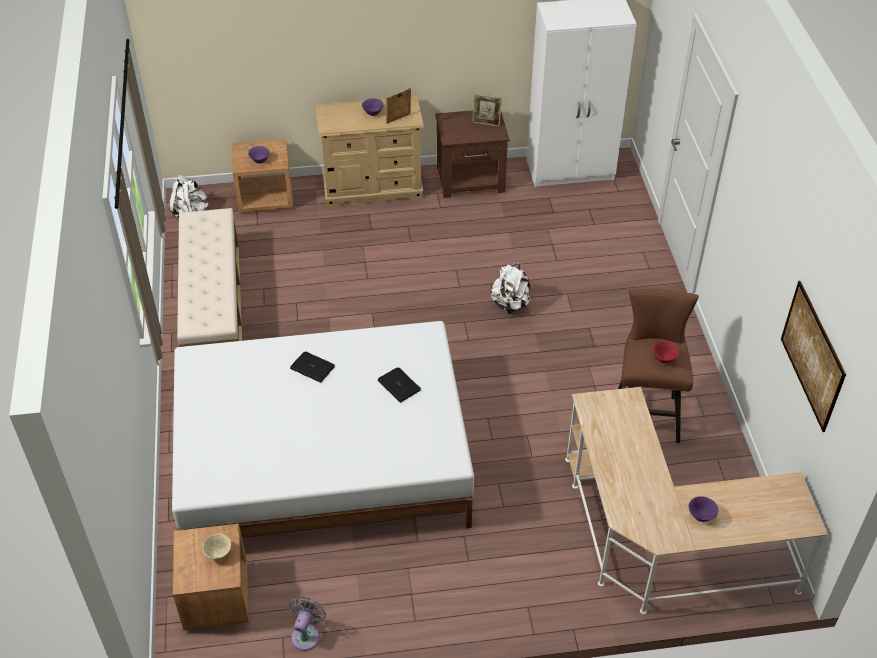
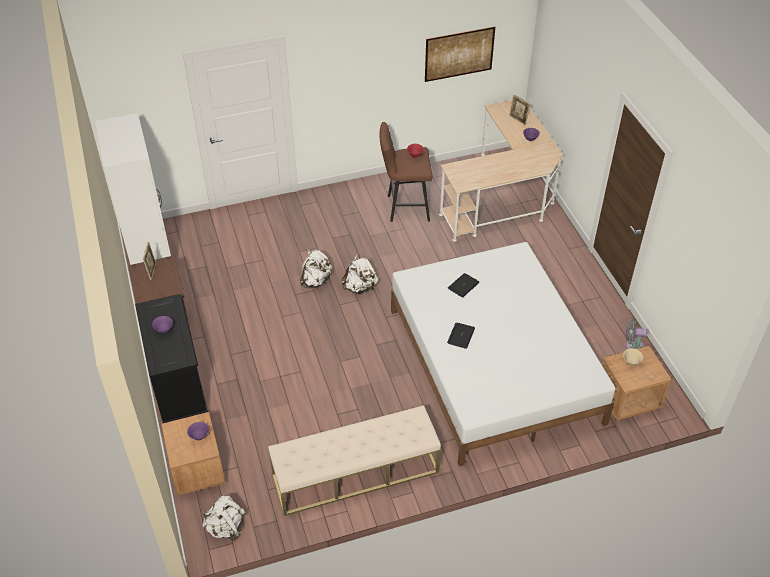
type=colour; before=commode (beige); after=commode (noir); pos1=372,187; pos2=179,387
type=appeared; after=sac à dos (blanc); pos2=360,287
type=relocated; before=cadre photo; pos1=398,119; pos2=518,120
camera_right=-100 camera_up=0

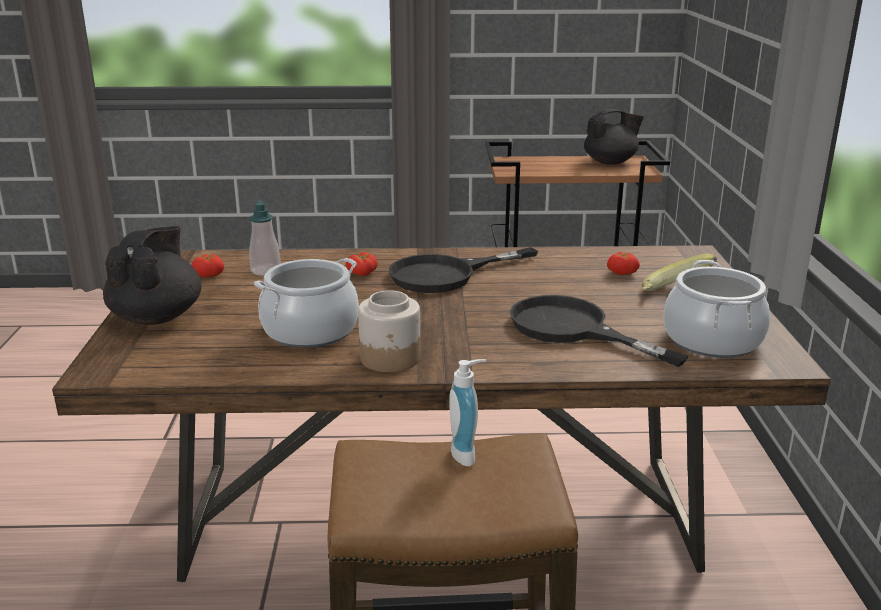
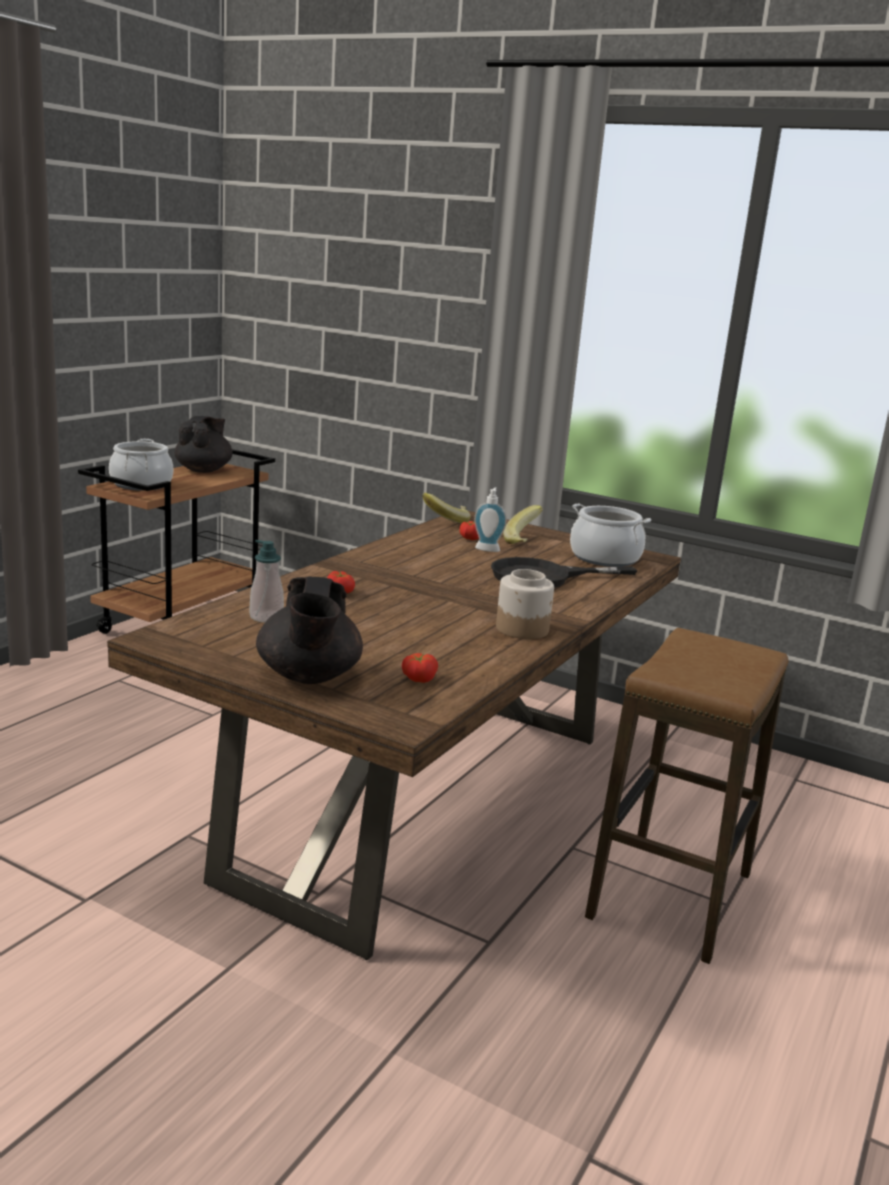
type=relocated; before=marmite; pos1=310,330; pos2=141,484
type=spun; before=théière (noir); pos1=157,317; pos2=308,677; turn=-135
type=relocated; before=tomate; pos1=209,274; pos2=418,679
type=appeared; after=banane; pos2=446,520
type=relocated; before=distributeur de savon; pos1=467,454; pos2=488,548
type=missing; before=poêle (noir); pos1=446,274
camera_right=-60 camera_up=-5

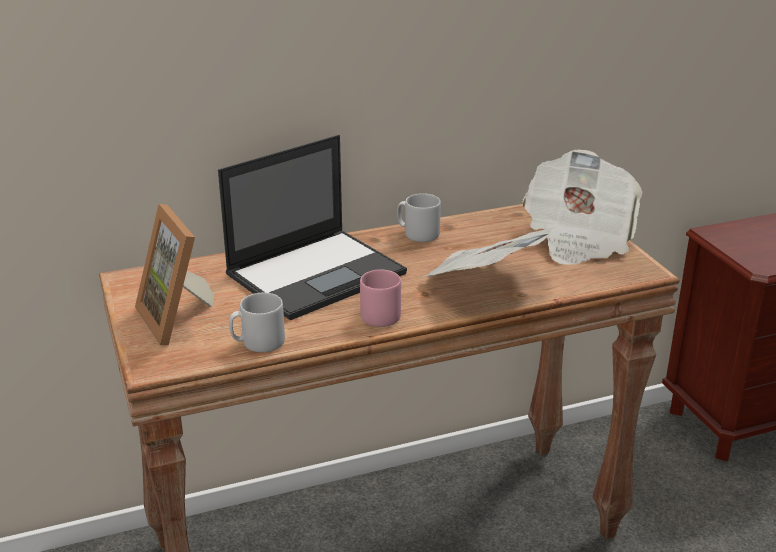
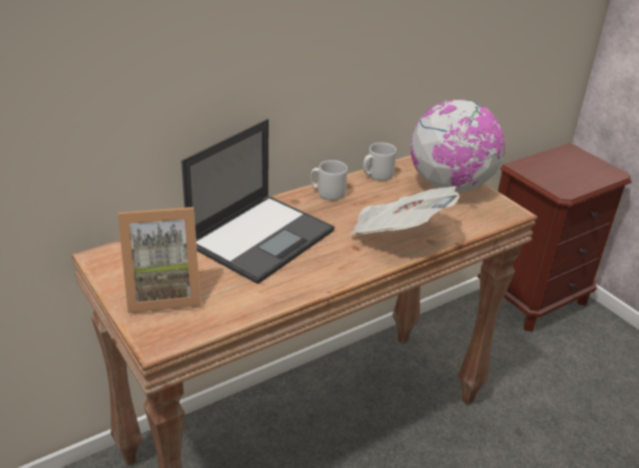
type=spun; before=cadre photo; pos1=180,318; pos2=163,292; turn=-60
type=relocated; before=mug (gris); pos1=258,342; pos2=377,175
type=exchanged; before=journal; after=globe; pos1=578,237; pos2=450,186
type=missing; before=mug (rose); pos1=379,314
camera_right=-15 camera_up=5

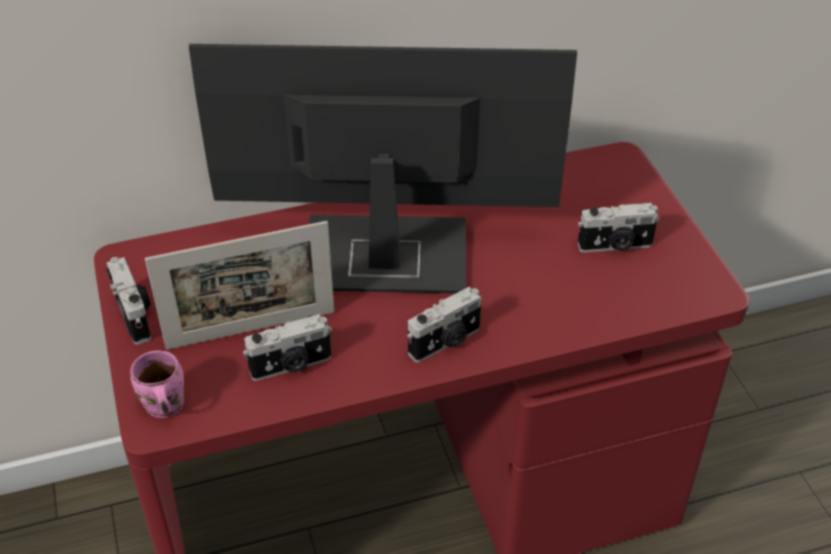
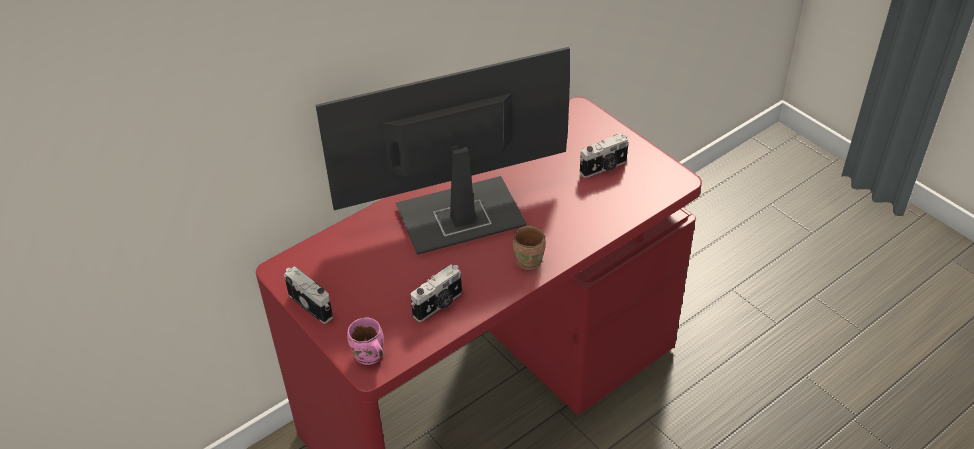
type=exchanged; before=appareil photo; after=mug (marron); pos1=446,342; pos2=530,260
type=missing; before=cadre photo; pos1=251,330
camera_right=-20 camera_up=0

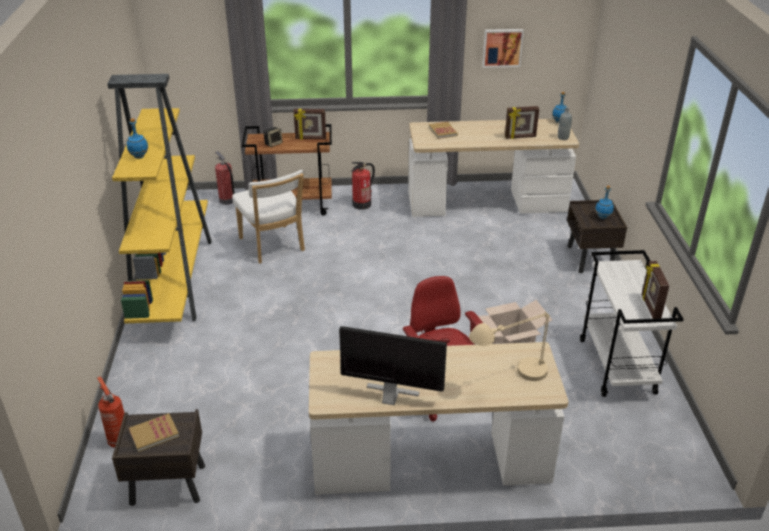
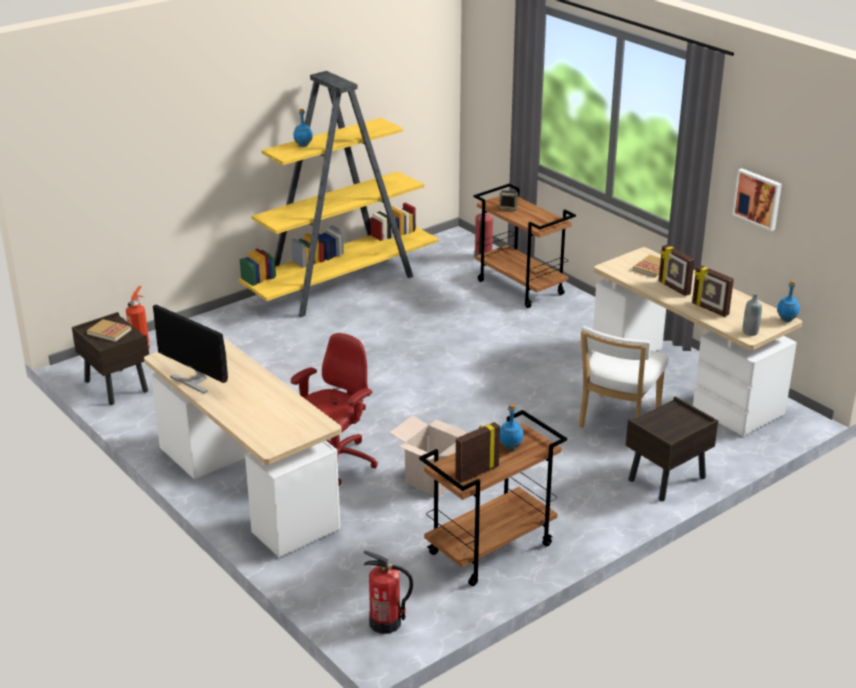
type=spun; before=écran d'ordinateur; pos1=391,396; pos2=194,380; turn=150
type=relocated; before=extincteur; pos1=362,204; pos2=386,623
type=colour; before=chariot (blanc); after=chariot (marron); pos1=617,367; pos2=490,550
type=relocated; before=bouteille (bleu); pos1=603,217; pos2=510,447
type=relocated; before=chaise (blanc); pos1=273,246; pos2=617,421
type=relocated; before=cadre photo; pos1=310,138; pos2=673,288
type=missing; before=lampe de table (beige); pos1=509,379
camera_right=55 camera_up=-5

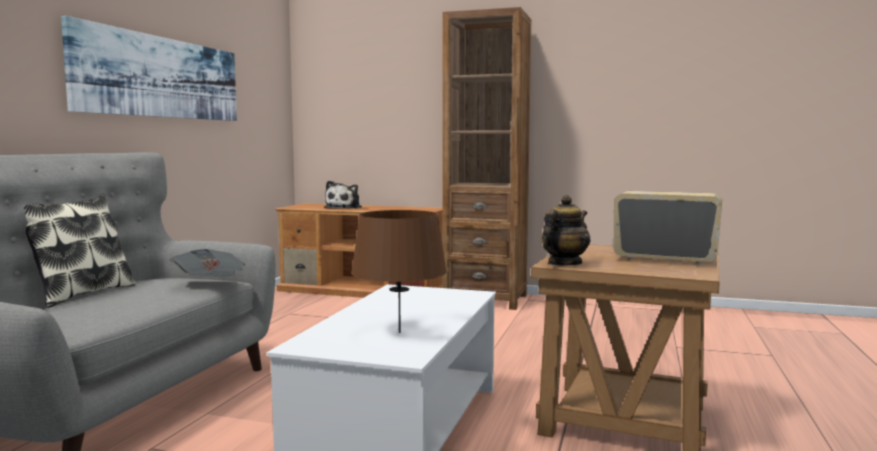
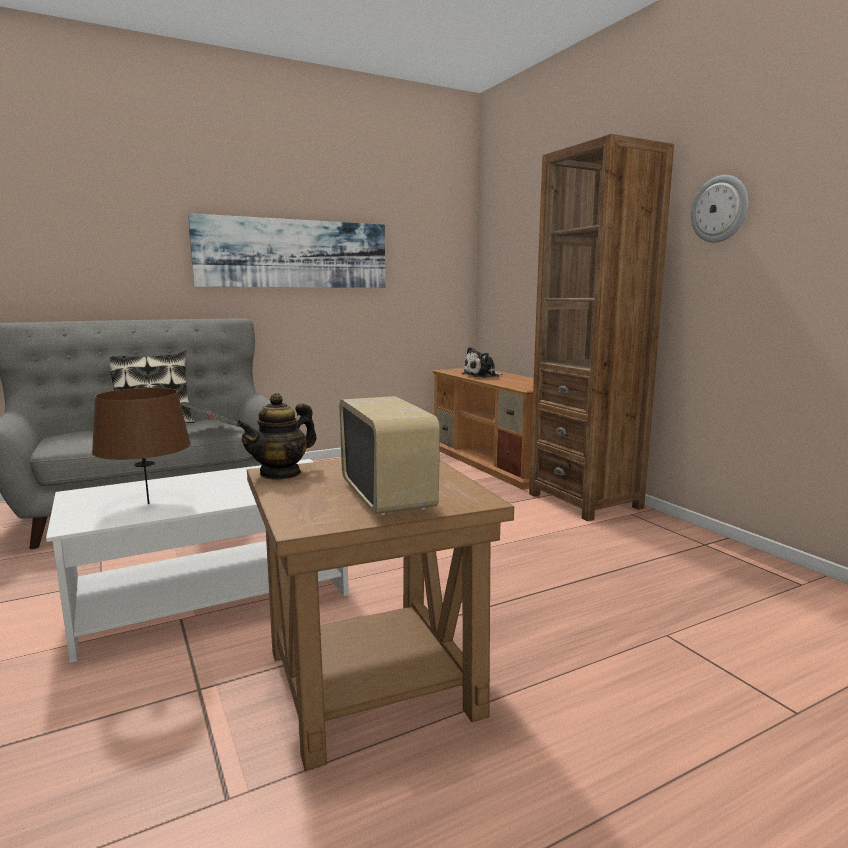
type=spun; before=théière; pos1=564,264; pos2=281,473; turn=135
type=appeared; after=horloge murale; pos2=719,209
camera_right=45 camera_up=5

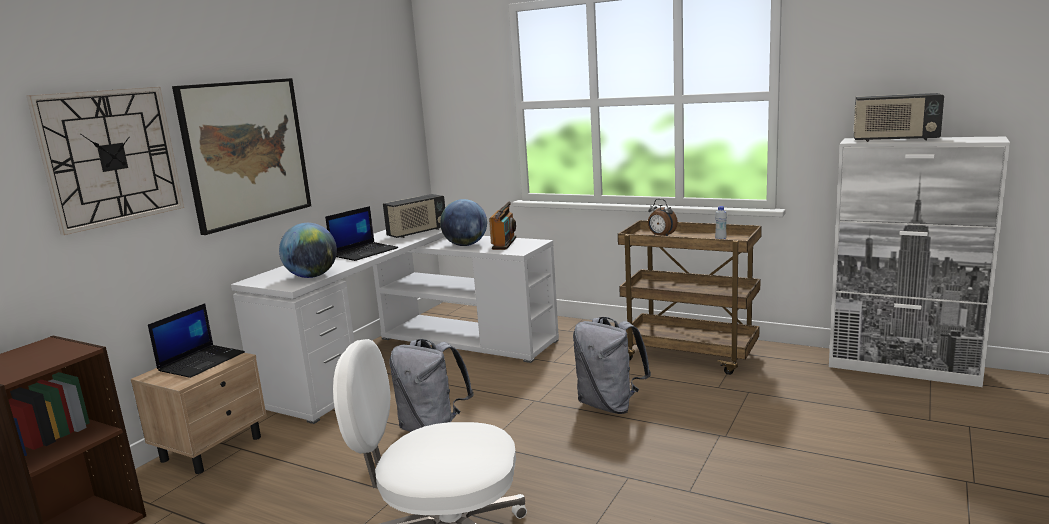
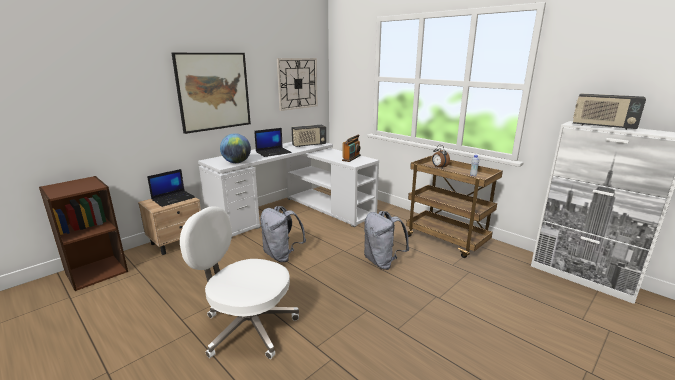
type=relocated; before=horloge murale; pos1=111,157; pos2=297,83
type=missing; before=globe; pos1=465,245
camera_right=15 camera_up=5

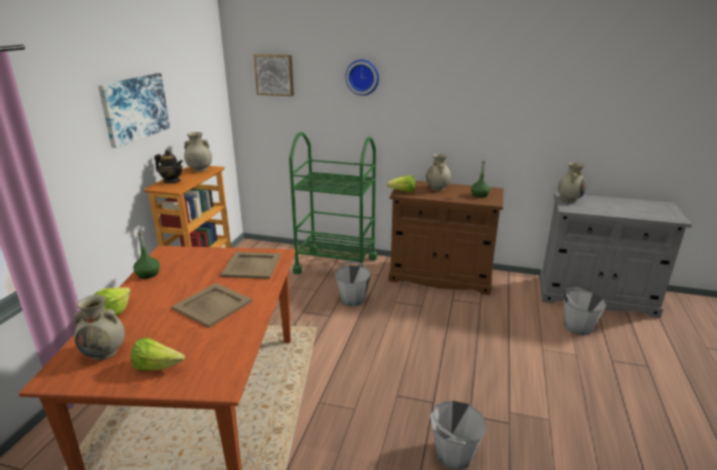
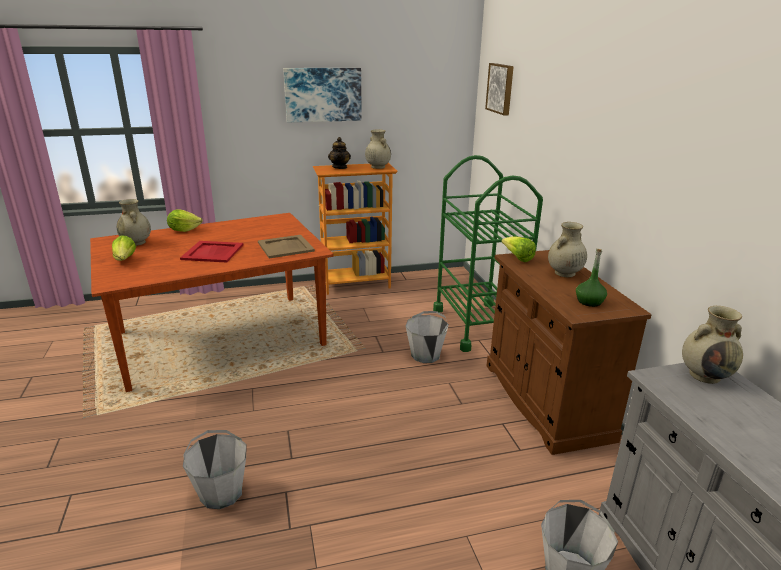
type=colour; before=plateau (beige); after=plateau (rouge); pos1=212,305; pos2=212,252
type=missing; before=bouteille (vert); pos1=148,274
type=missing; before=horloge murale; pos1=362,77
camera_right=60 camera_up=0

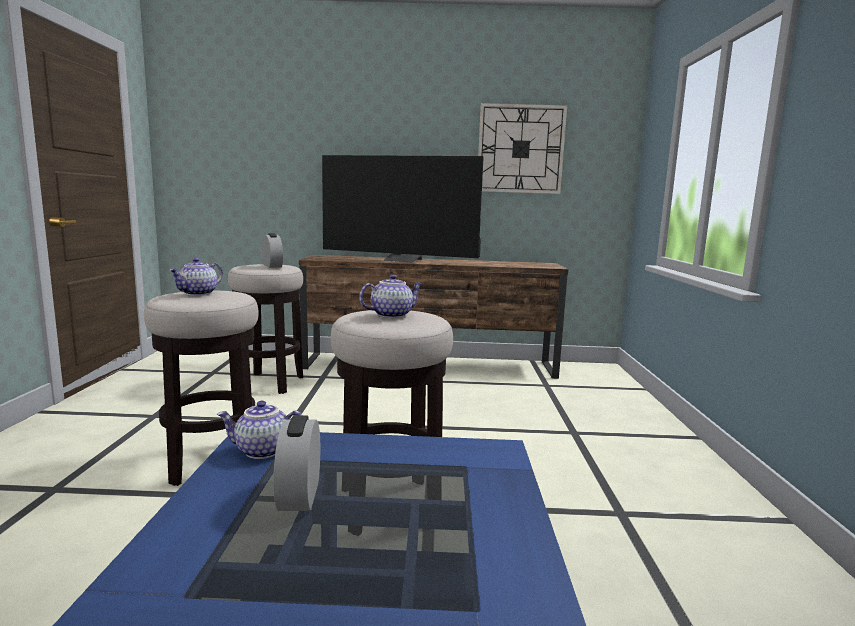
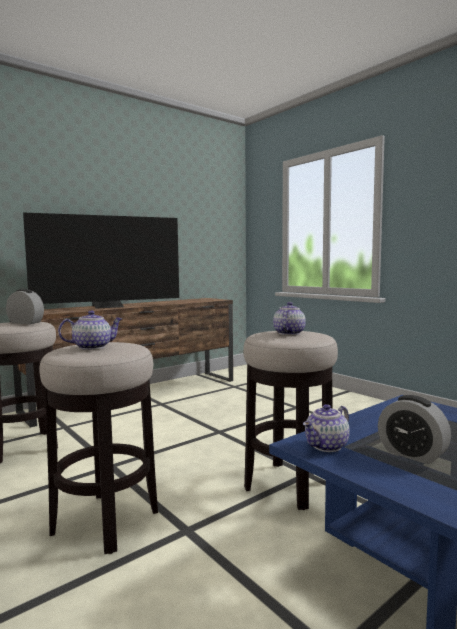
type=spun; before=théière; pos1=198,293; pos2=92,347; turn=-105
type=missing; before=horloge murale; pos1=520,149
camera_right=-40 camera_up=-5

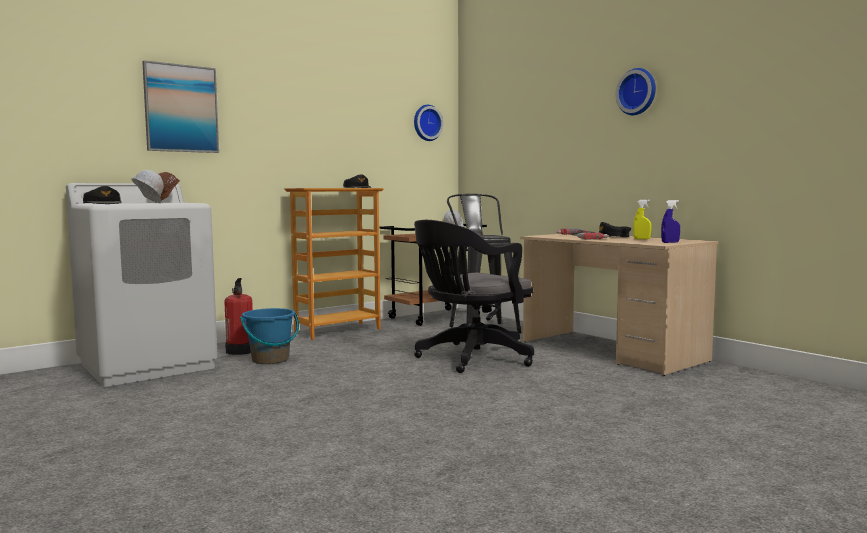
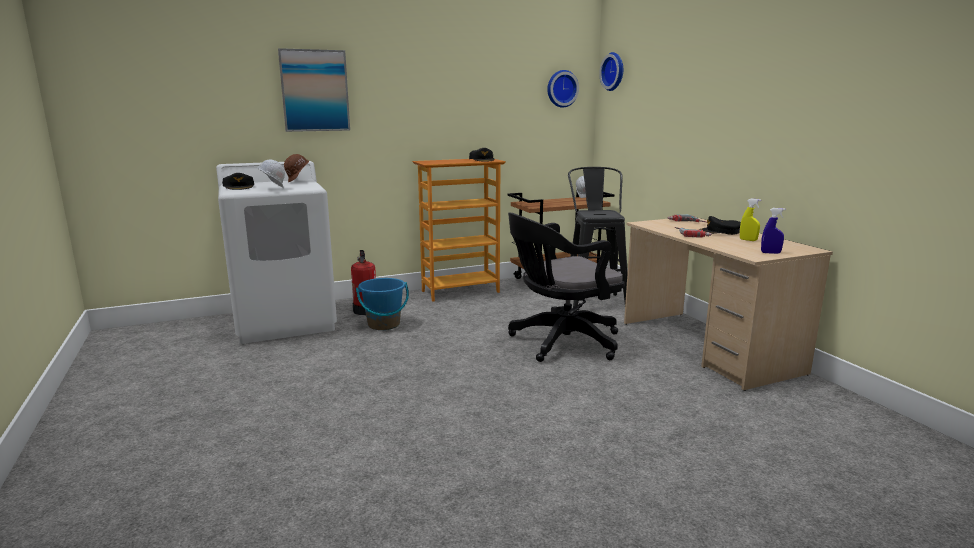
type=relocated; before=horloge murale; pos1=637,92; pos2=614,71
camera_right=15 camera_up=10

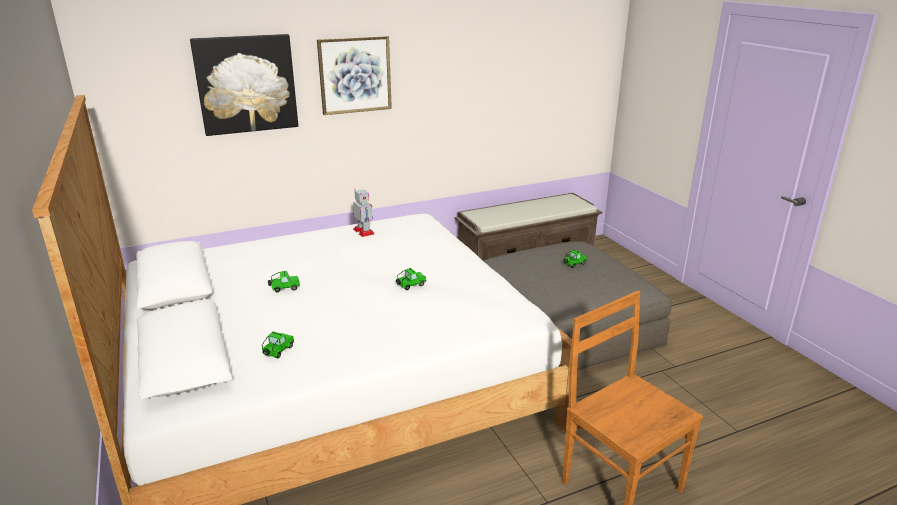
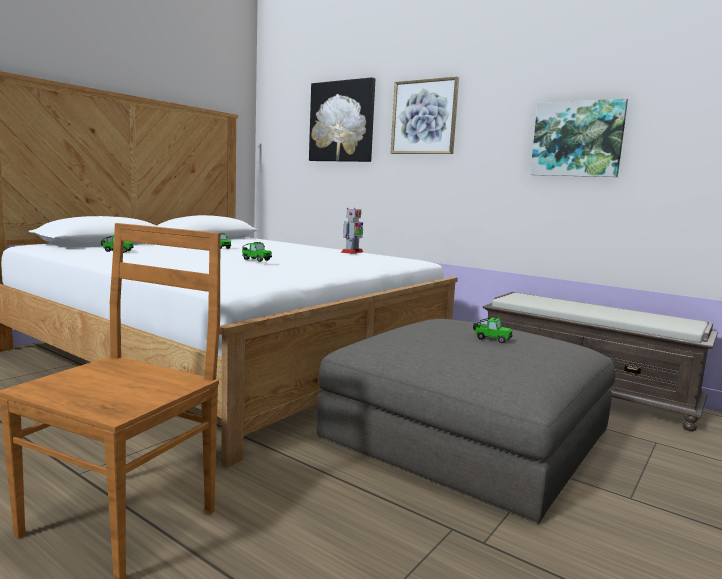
type=appeared; after=tableau; pos2=577,139
camera_right=60 camera_up=-15

